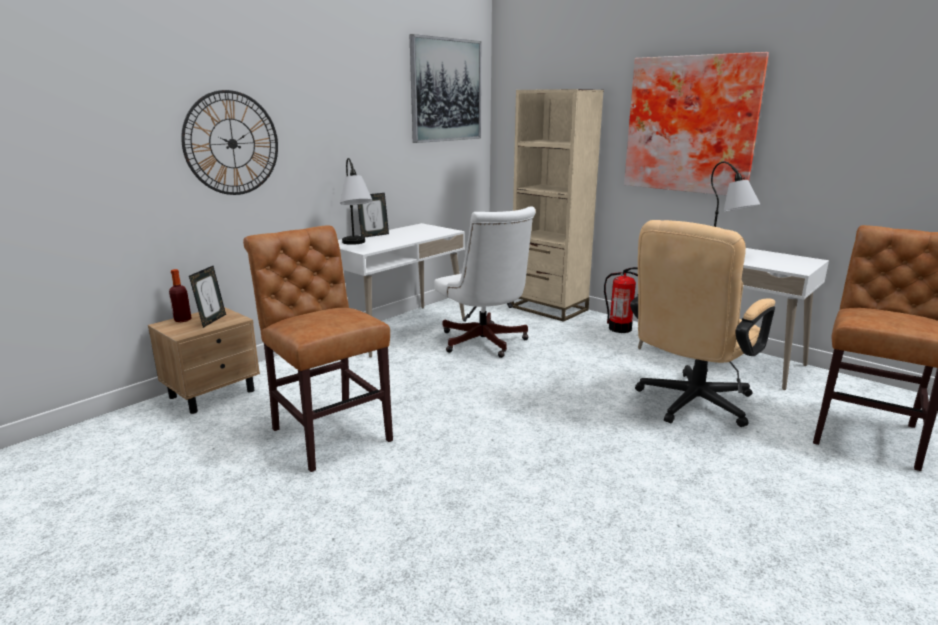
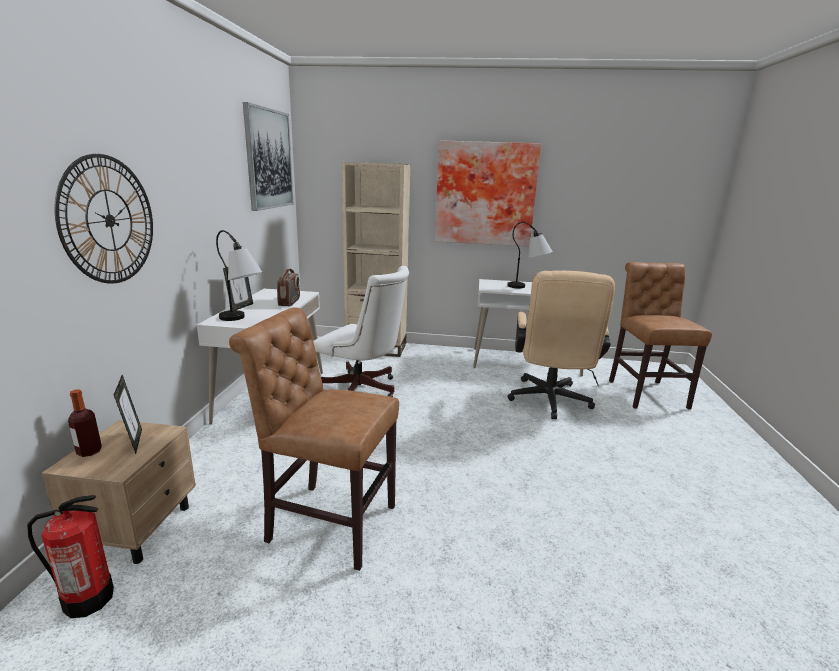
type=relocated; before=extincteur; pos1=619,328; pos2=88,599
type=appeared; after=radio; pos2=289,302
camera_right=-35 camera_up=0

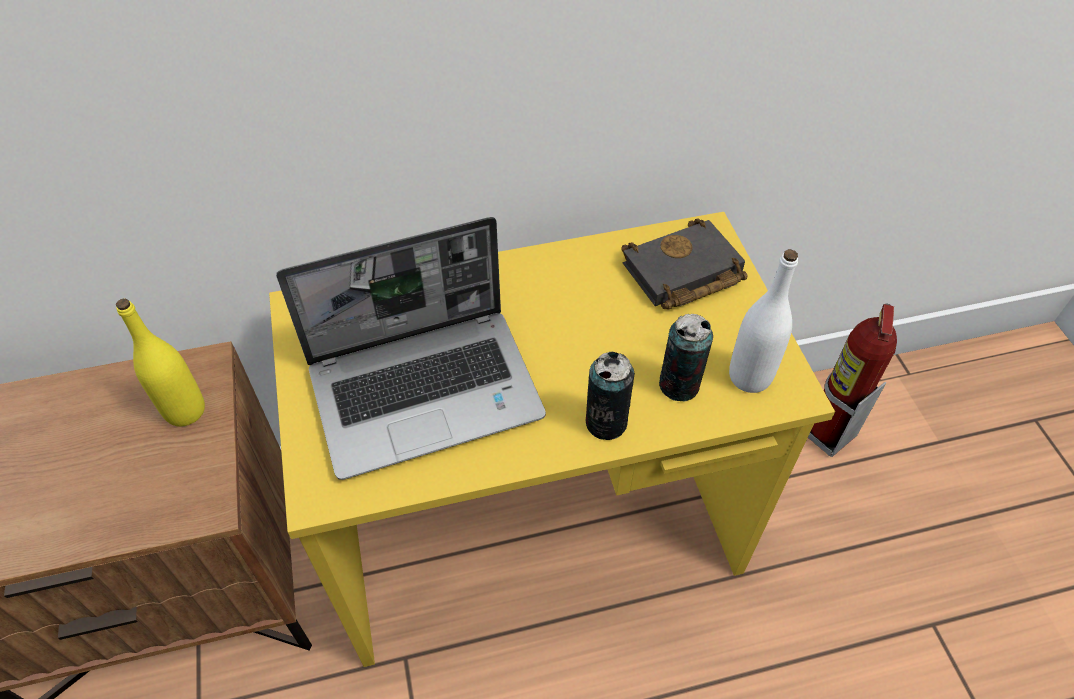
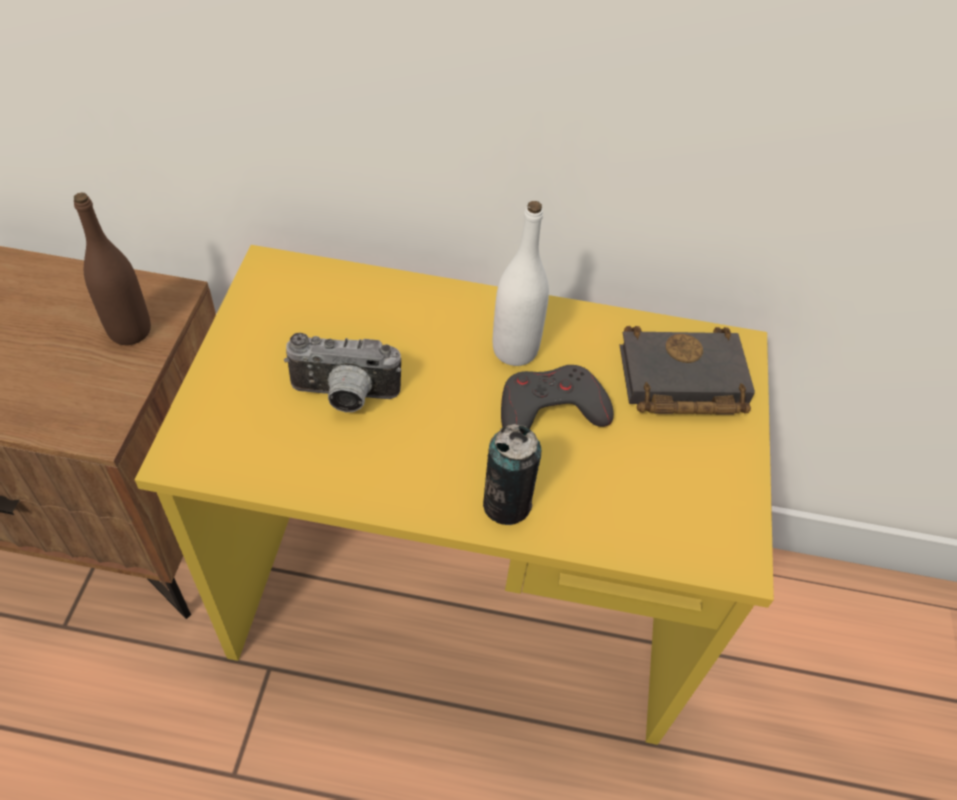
type=colour; before=bouteille (jaune); after=bouteille (marron); pos1=185,411; pos2=130,331
type=exchanged; before=ordinateur portable; after=appareil photo; pos1=427,390; pos2=344,397
type=relocated; before=bouteille (blanc); pos1=749,377; pos2=515,350
type=appeared; after=manette (gris); pos2=550,409
type=missing; before=boîte métallique; pos1=679,385
type=missing; before=extincteur; pos1=826,433
camera_right=20 camera_up=0

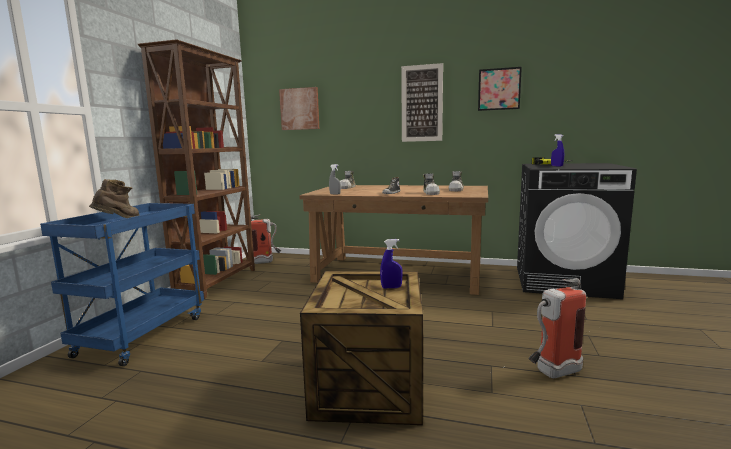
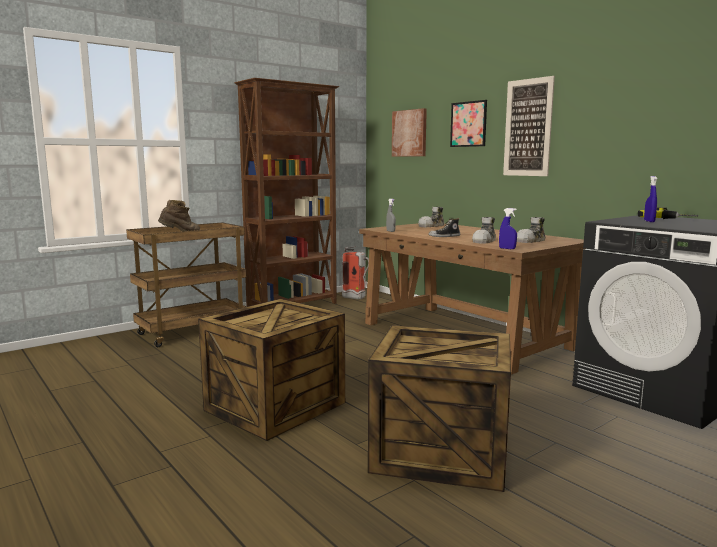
type=colour; before=chariot (bleu); after=chariot (marron); pos1=143,334; pos2=193,331
type=exchanged; before=extincteur; after=caisse; pos1=552,373; pos2=439,453
type=relocated; before=tableau; pos1=499,89; pos2=468,124
type=relocated; before=vaporisateur (bleu); pos1=391,287; pos2=507,248
camera_right=35 camera_up=0

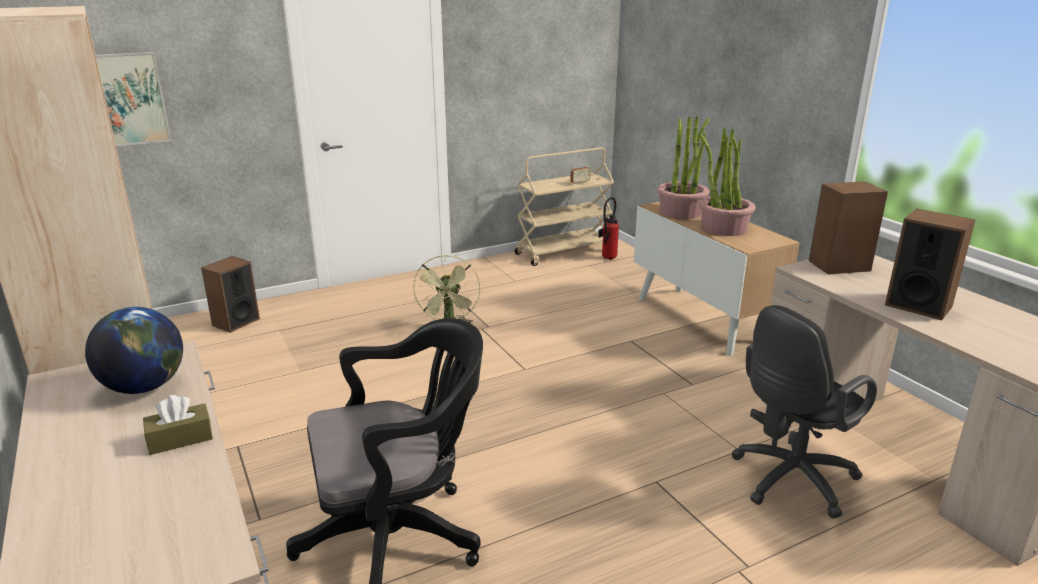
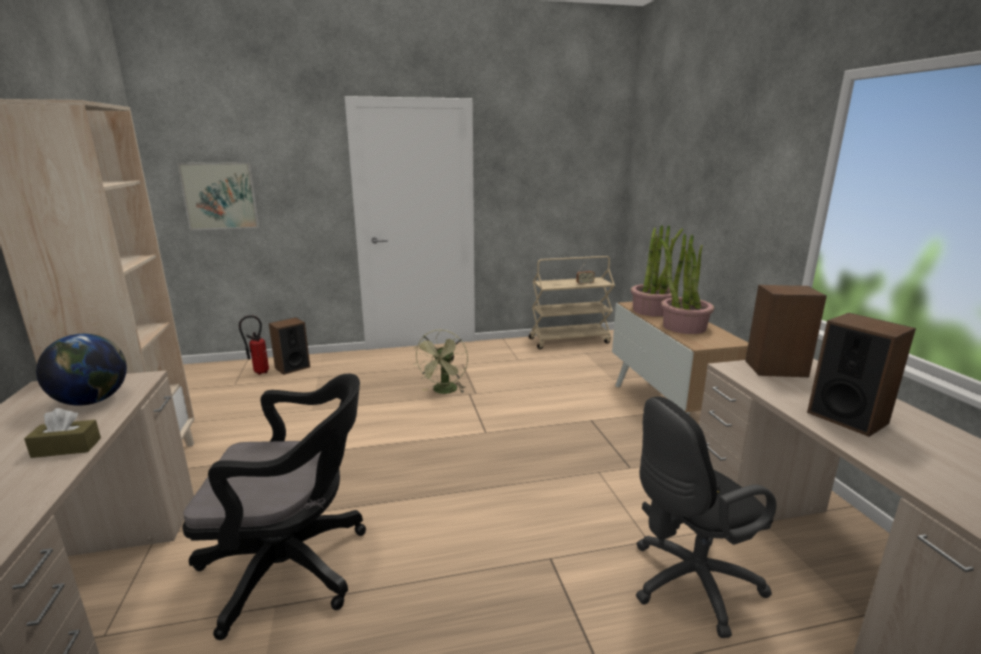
type=relocated; before=extincteur; pos1=607,258; pos2=258,373
camera_right=15 camera_up=-5

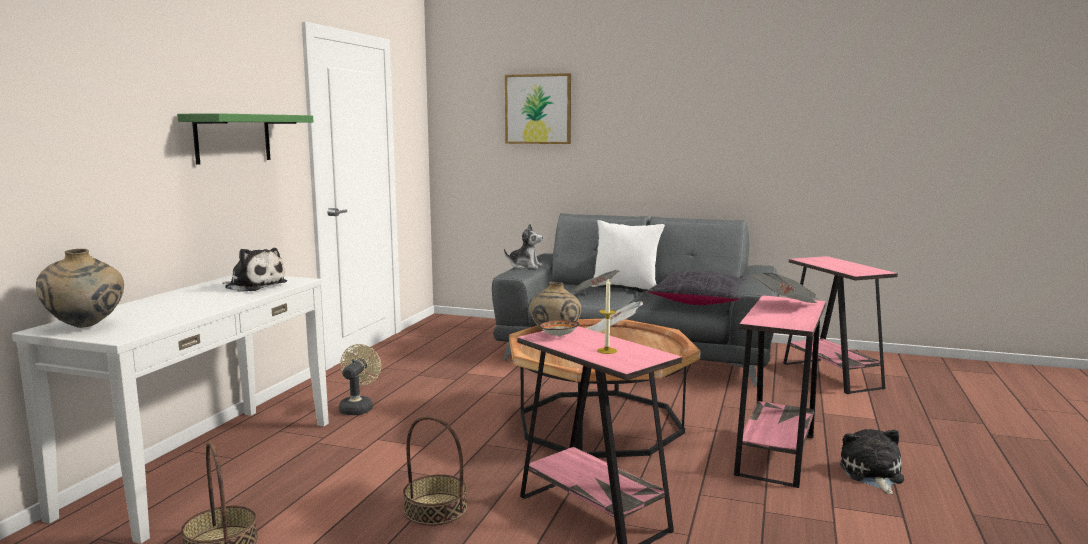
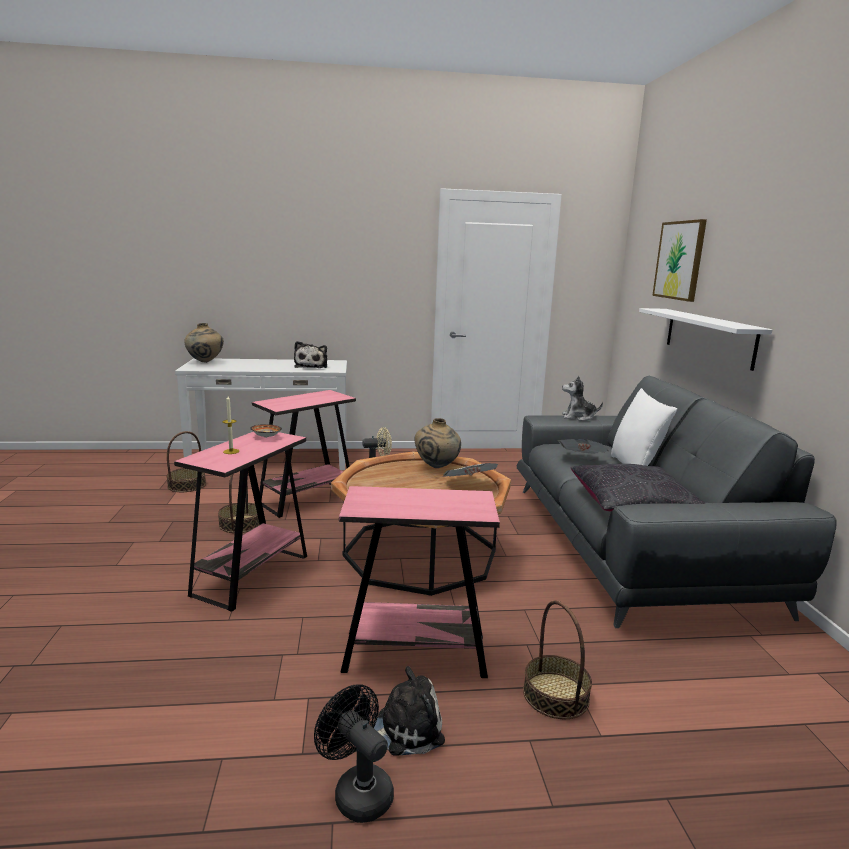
type=relocated; before=table d'appoint (rose); pos1=831,376; pos2=307,499
type=appeared; after=ventilateur (noir); pos2=357,791
type=appeared; after=panier; pos2=556,695
type=spun; before=peluche; pos1=525,266; pos2=578,417; turn=105
type=appeared; after=étagère (blanc); pos2=708,336
type=missing; before=étagère (vert); pos1=233,138
type=missing; before=journal; pos1=786,306
camera_right=65 camera_up=5

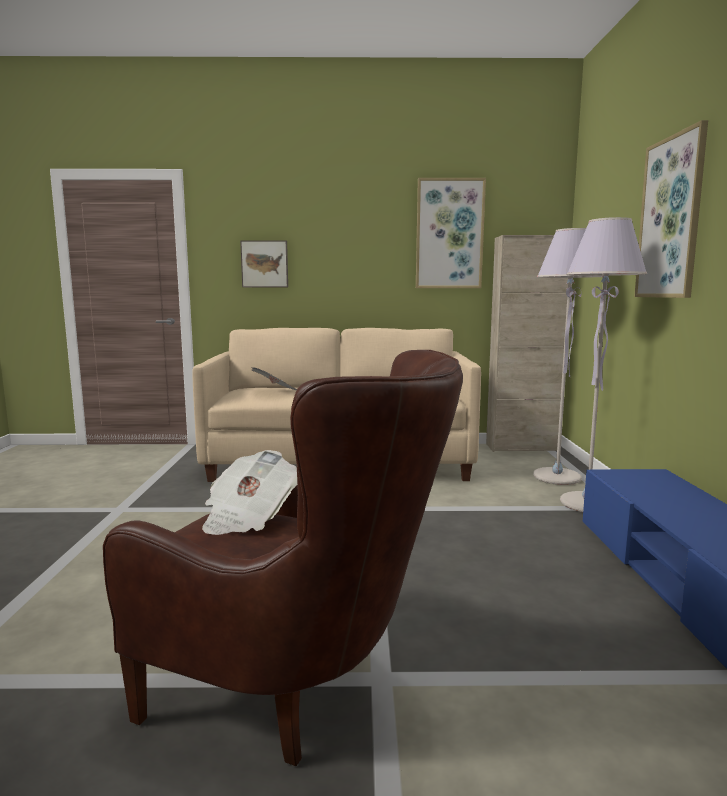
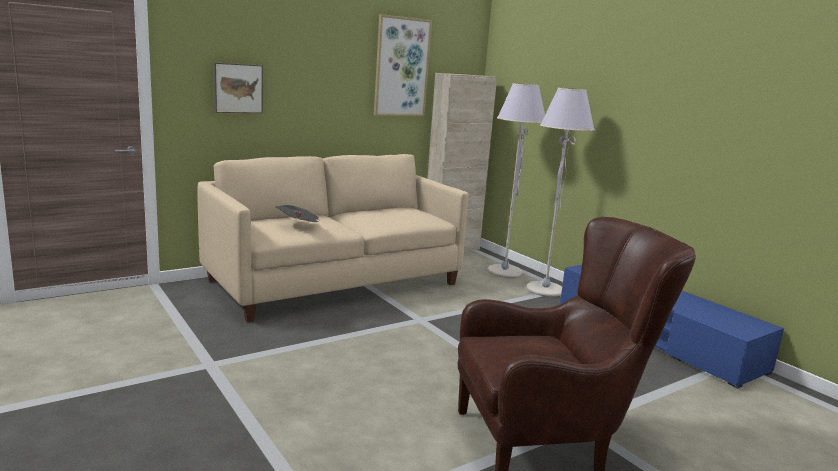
type=missing; before=journal; pos1=248,517
type=missing; before=tableau; pos1=671,218
camera_right=-35 camera_up=5

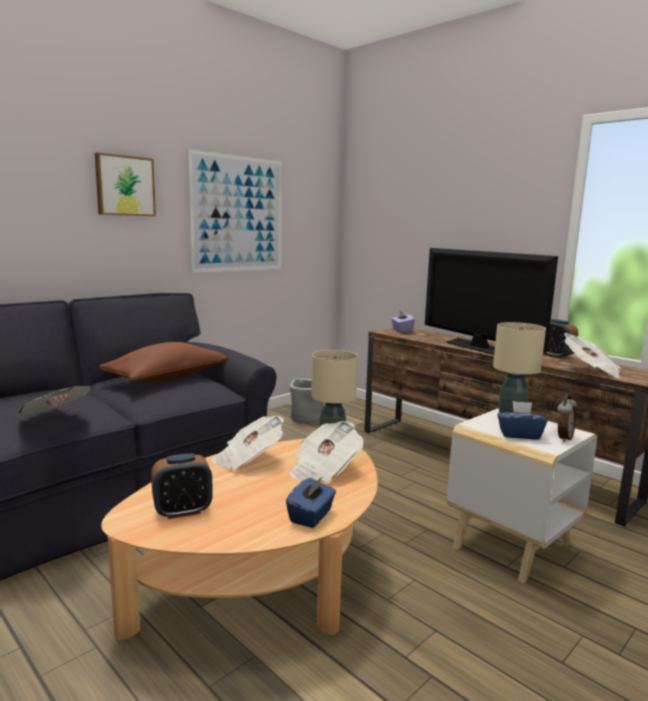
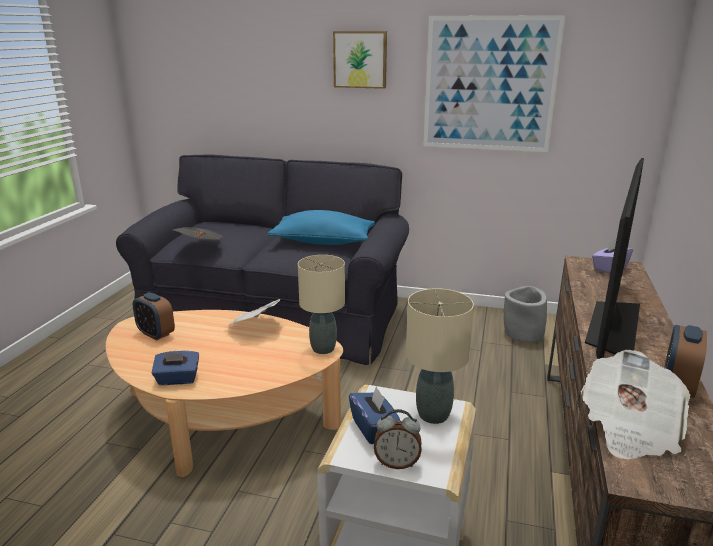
type=colour; before=coussin (marron); after=coussin (bleu); pos1=166,378; pos2=323,242
type=missing; before=journal; pos1=324,470
camera_right=60 camera_up=10

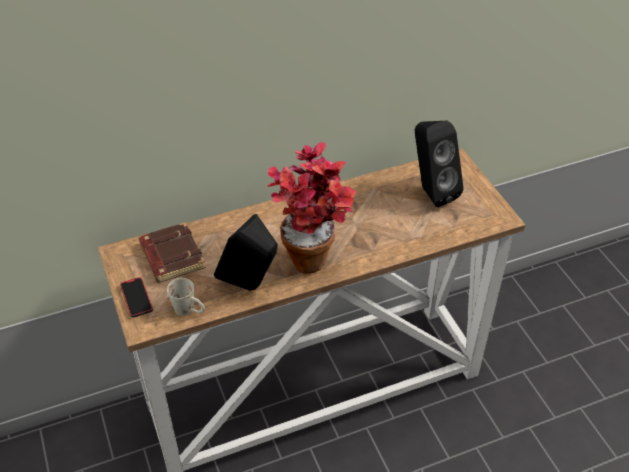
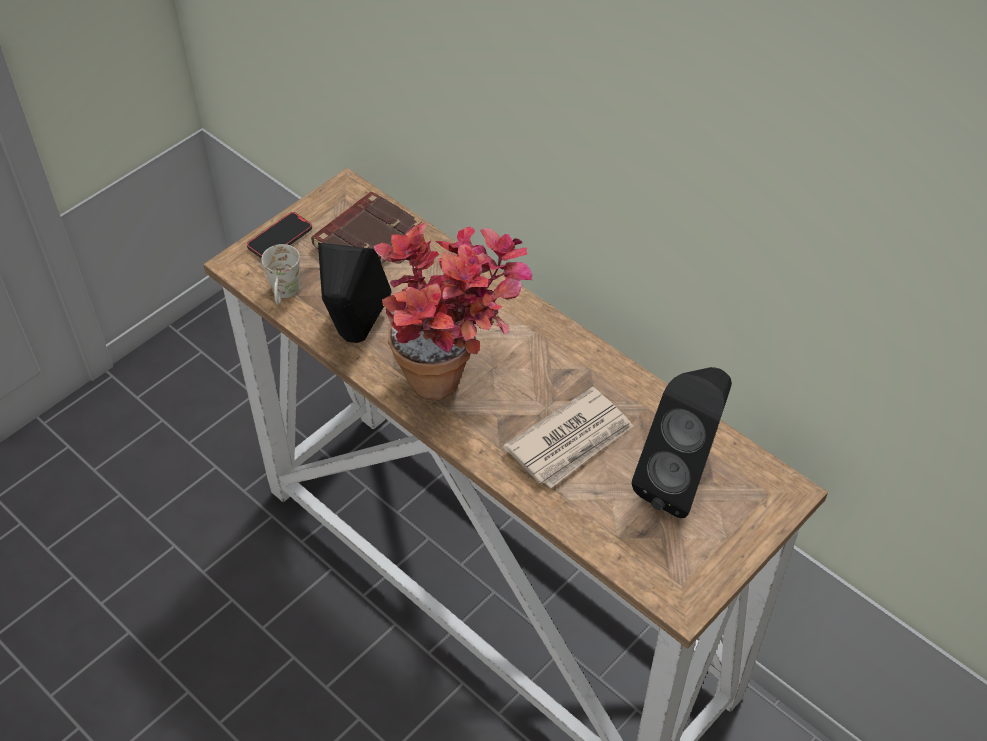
type=appeared; after=journal; pos2=571,441
camera_right=65 camera_up=5

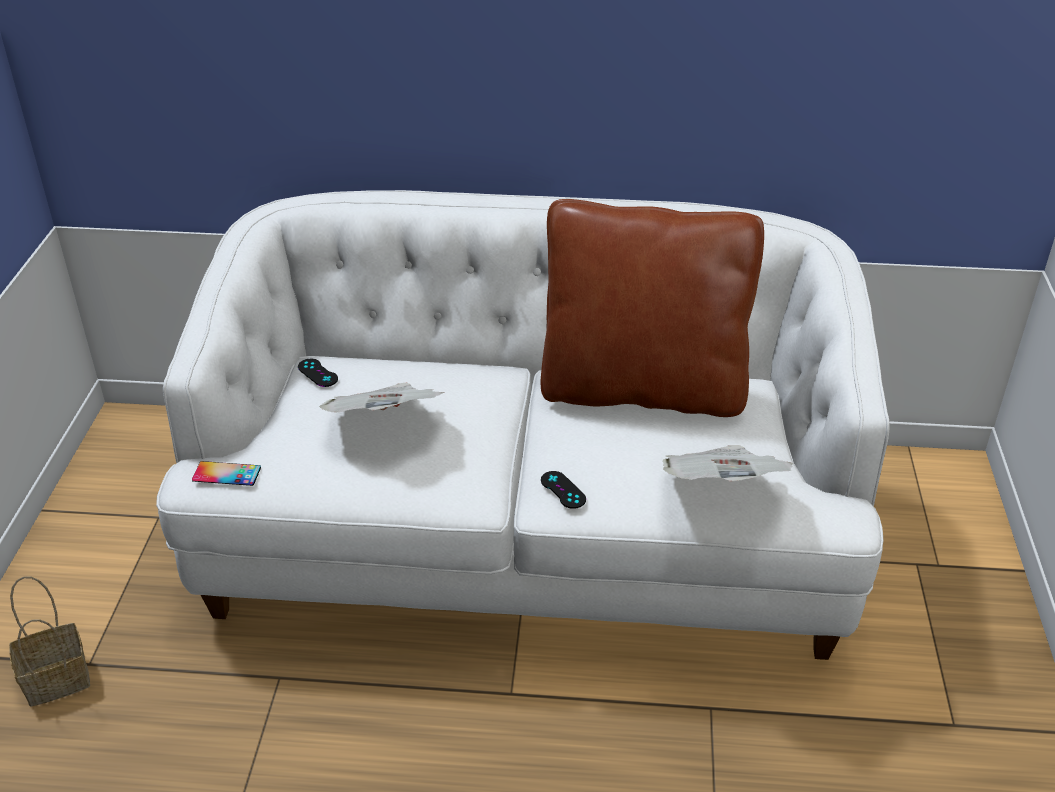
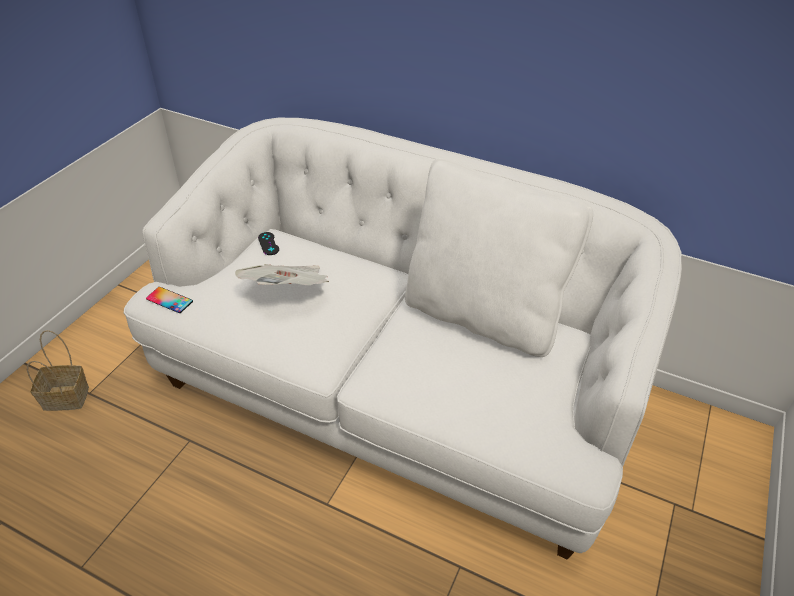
type=colour; before=coussin (marron); after=coussin (blanc); pos1=642,389; pos2=482,315
type=missing; before=manette (noir); pos1=563,490
type=missing; before=journal; pos1=722,489
camera_right=20 camera_up=5

